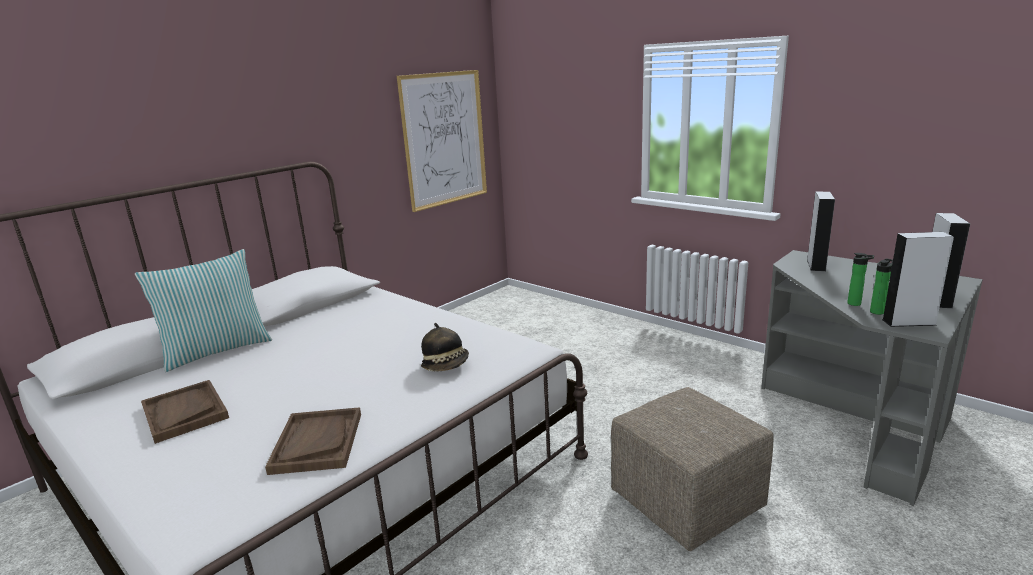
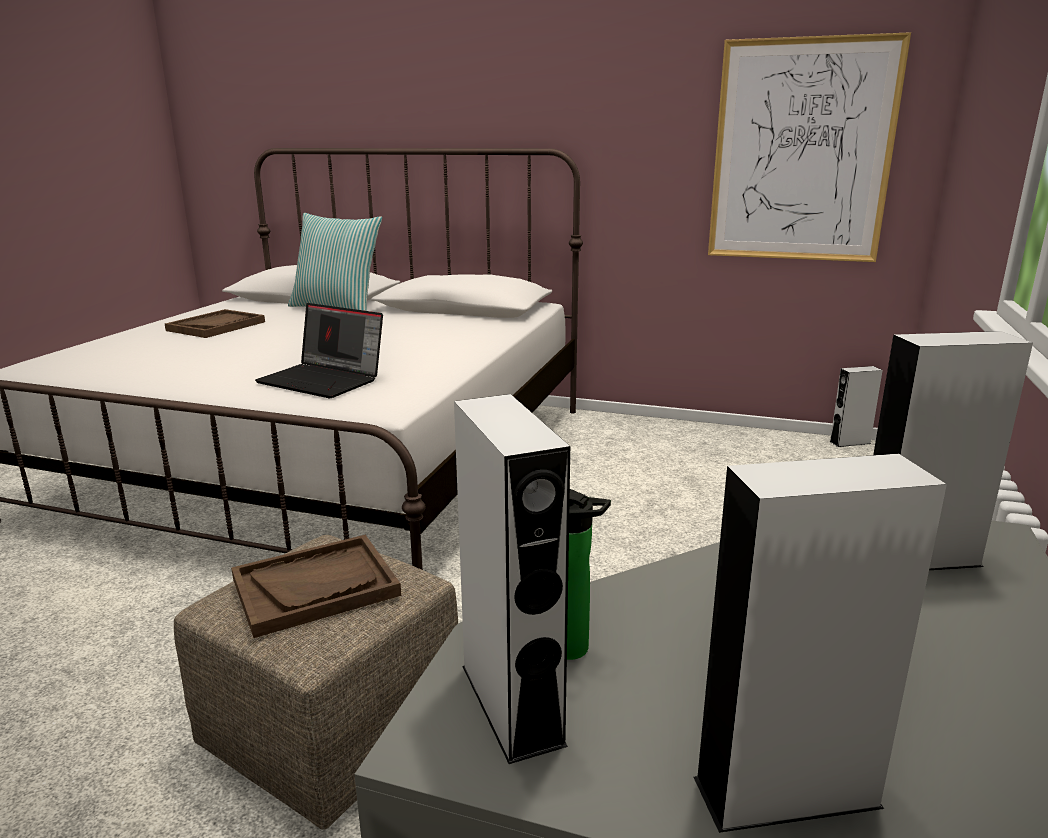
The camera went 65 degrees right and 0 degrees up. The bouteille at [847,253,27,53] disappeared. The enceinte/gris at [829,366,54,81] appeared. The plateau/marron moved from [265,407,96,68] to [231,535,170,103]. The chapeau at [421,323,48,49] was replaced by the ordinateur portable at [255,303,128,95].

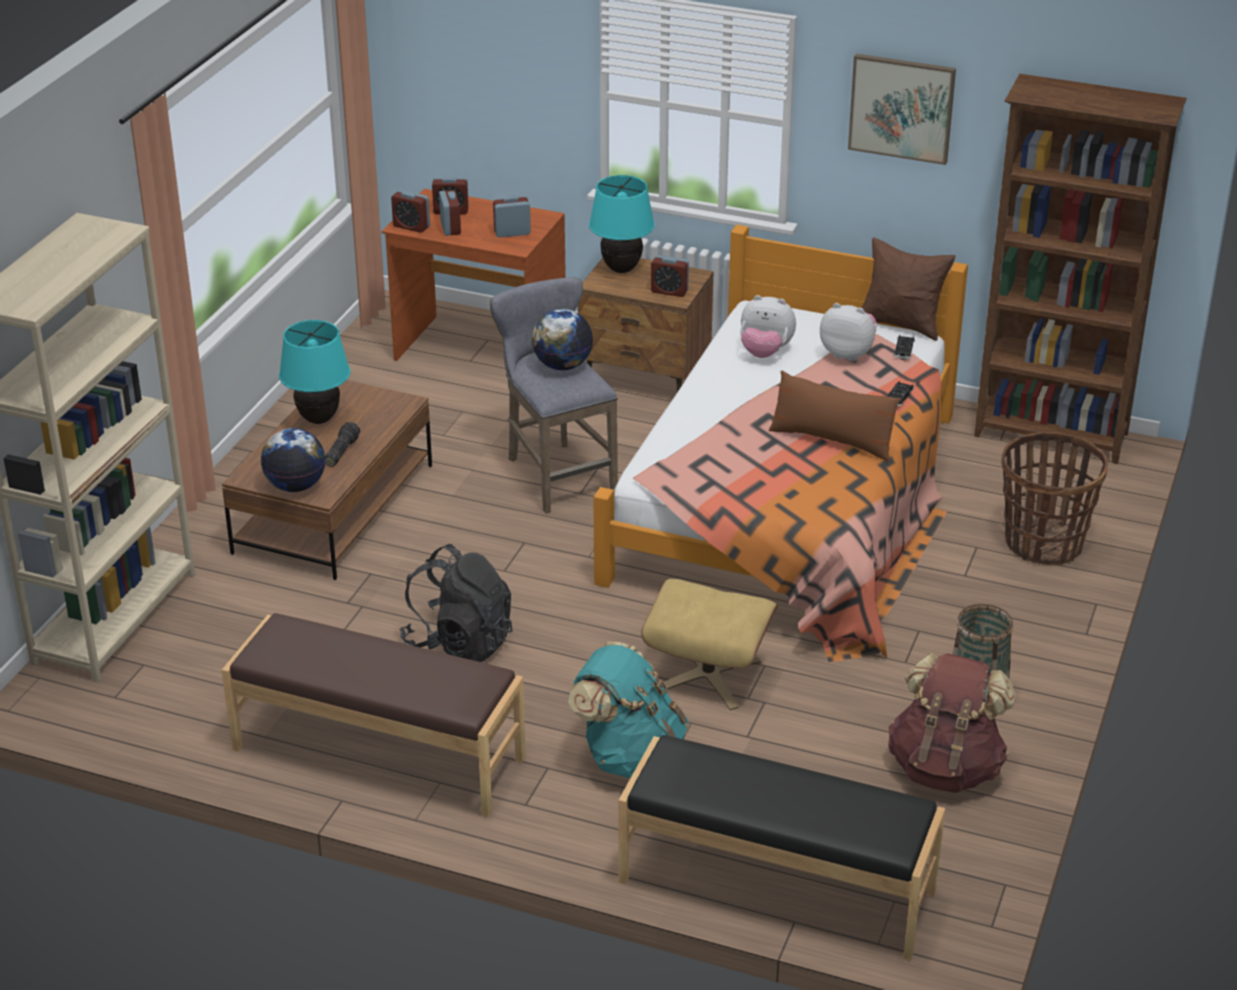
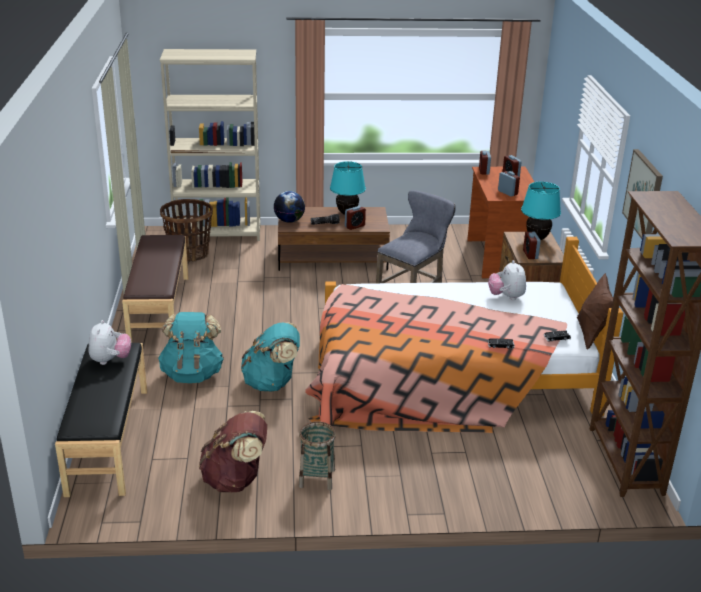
The camera went 65 degrees right and 5 degrees down. The sac à dos/noir at [400,544,113,118] disappeared. The globe at [532,309,61,61] disappeared. The coussin/marron at [769,370,132,91] disappeared. The réveil moved from [439,190,22,46] to [345,206,21,24]. The peluche moved from [820,303,57,58] to [89,320,42,45]. The panier moved from [1001,432,107,133] to [160,199,53,63]. The pouf/beige at [641,579,137,131] was replaced by the sac à dos/turquoise at [241,322,59,69].

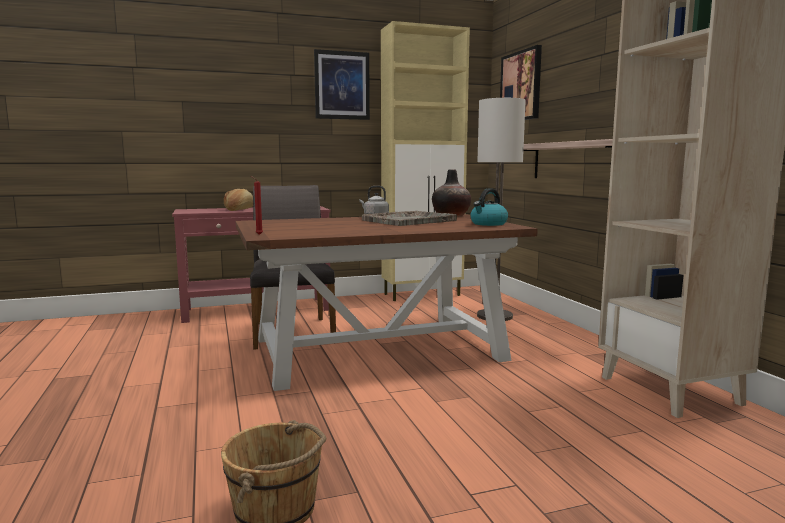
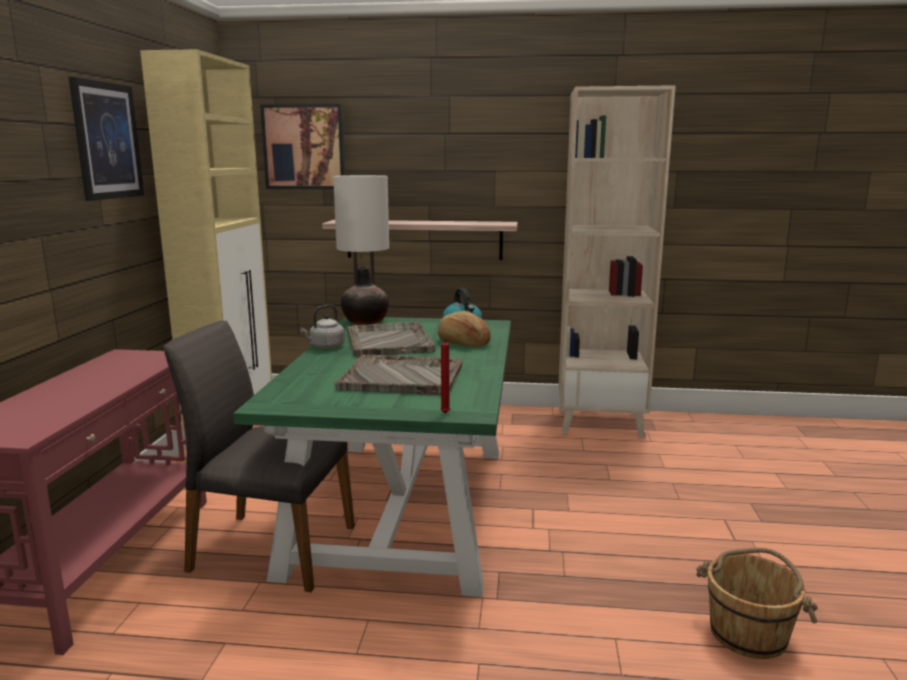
The camera went 65 degrees left and 5 degrees up. The plateau/gris at [335,354,128,41] appeared. The pain moved from [224,189,29,22] to [438,311,53,36]. The table à manger/marron at [236,214,302,177] became the table à manger/vert at [233,317,278,280].

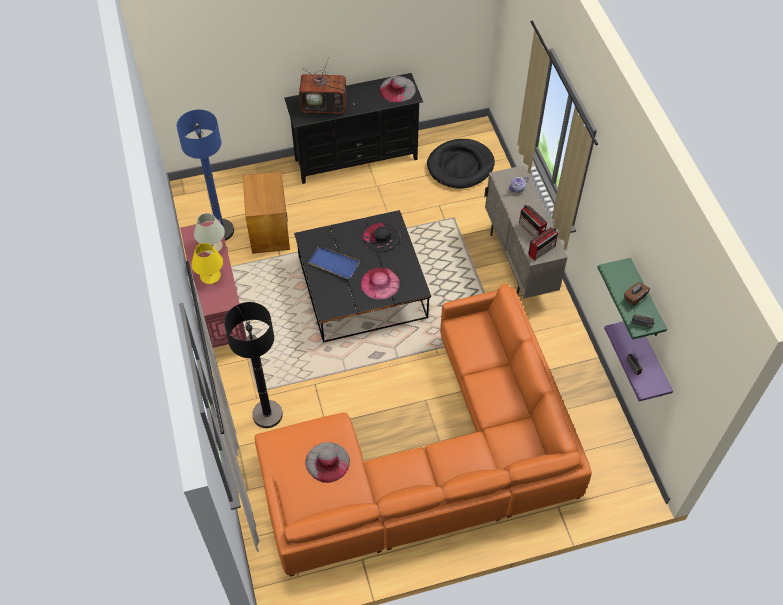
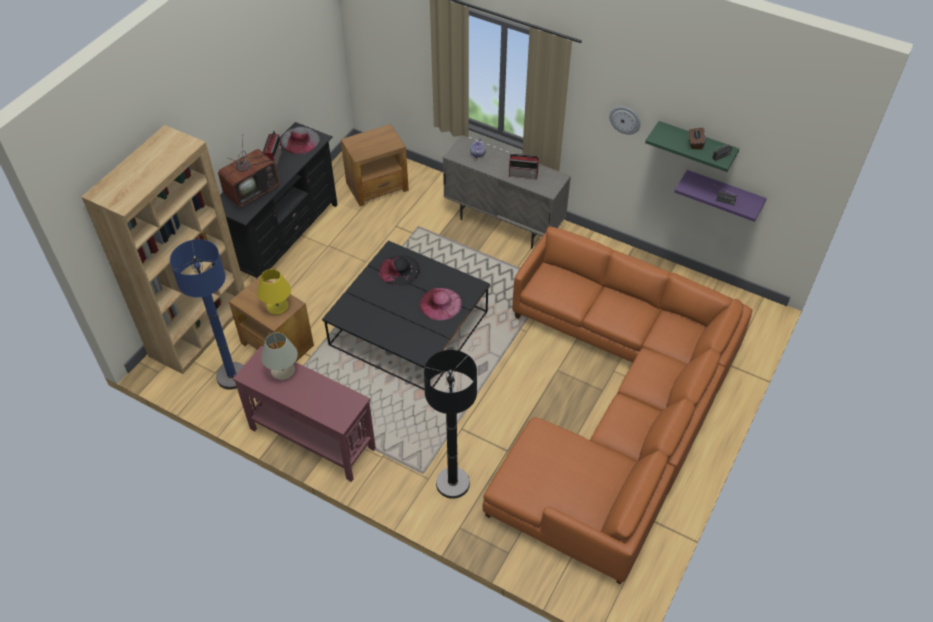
The camera went 45 degrees left and 5 degrees down. The chapeau/gris at [305,442,45,41] disappeared. The plateau/bleu at [308,246,52,34] disappeared. The bibliothèque/marron at [82,125,163,249] appeared. The horloge murale at [609,106,32,29] appeared. The lampe de table/jaune moved from [191,243,32,41] to [257,269,34,46]. The radio moved from [528,227,30,34] to [263,131,19,37]. The panier pour chien/noir at [427,139,68,50] was replaced by the table d'appoint/marron at [341,124,68,82].

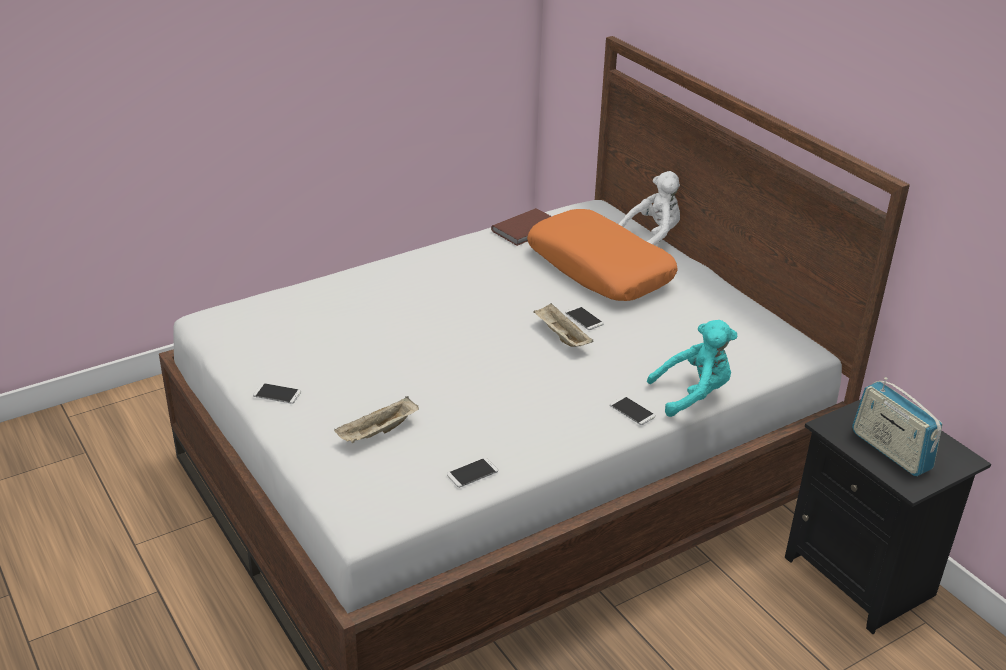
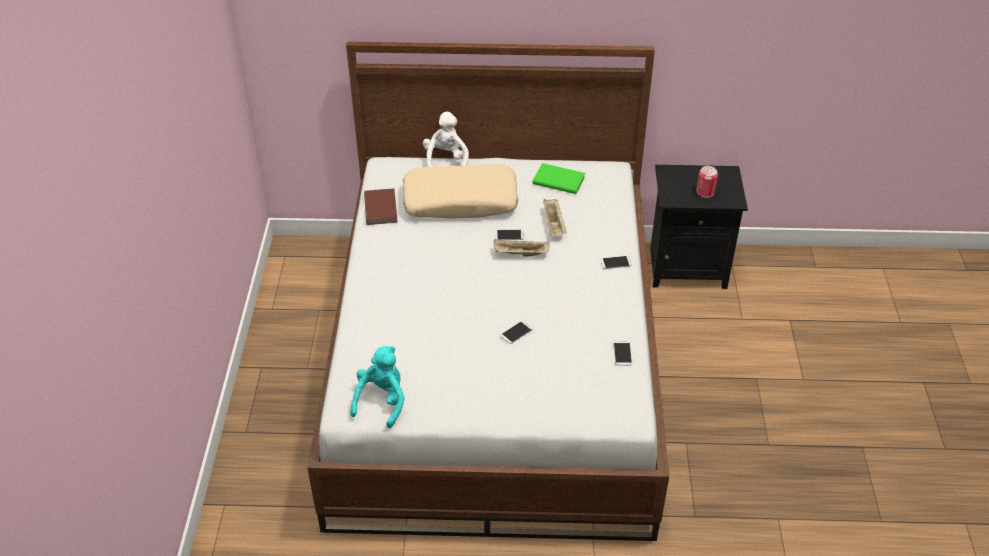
The camera went 55 degrees left and 10 degrees up. The livre/vert at [532,163,53,31] appeared. The téléphone moved from [253,383,48,21] to [500,321,33,23]. The plateau/beige moved from [334,396,85,47] to [543,199,24,37]. The peluche/turquoise moved from [647,320,90,97] to [350,346,55,82]. The radio at [852,377,91,99] was replaced by the boîte métallique at [696,166,22,32]. The coussin/orange at [527,209,151,92] became the coussin/beige at [403,164,115,55].

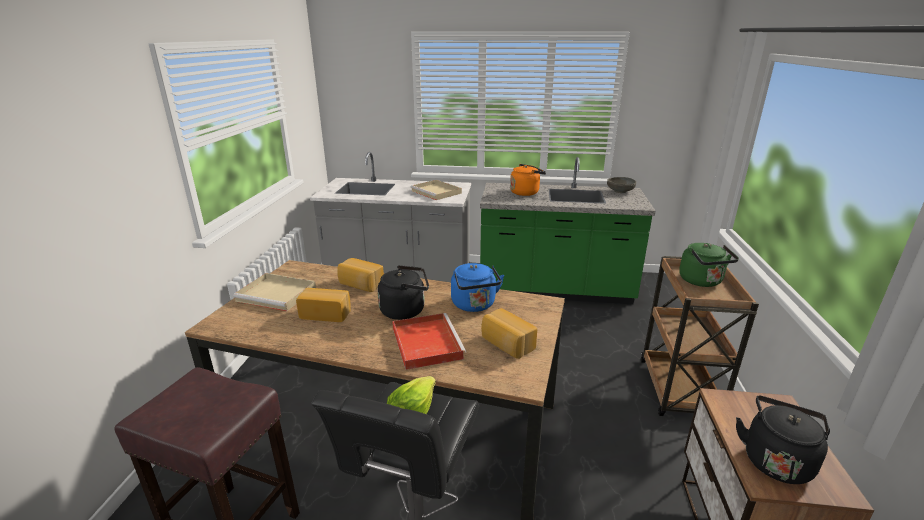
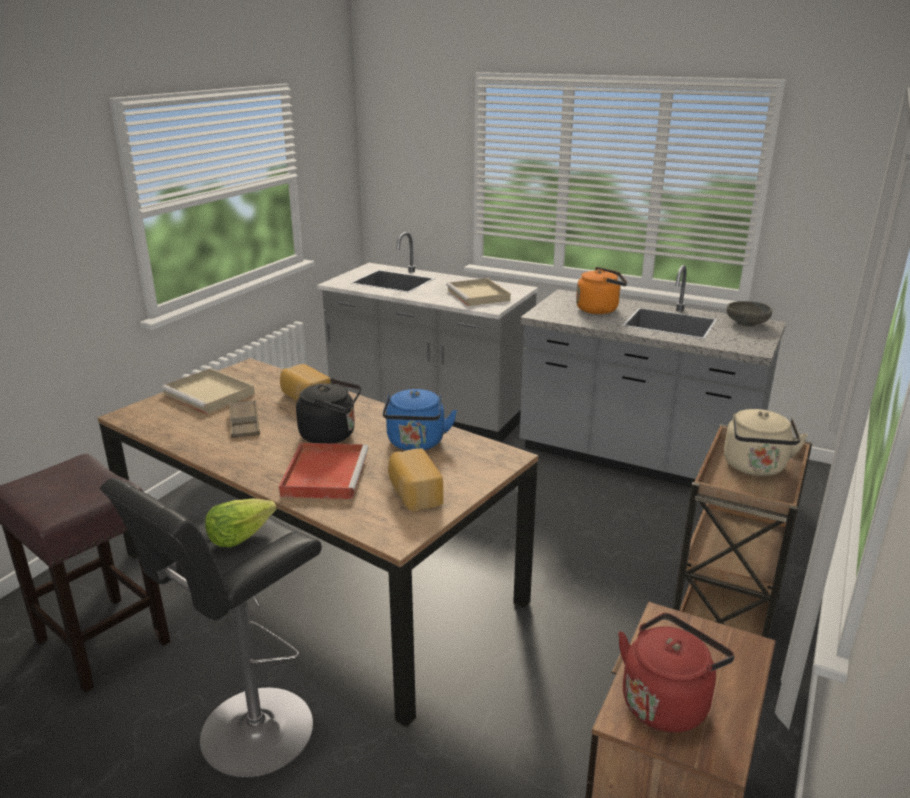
The camera went 20 degrees right and 0 degrees up. The pain at [296,288,55,34] was replaced by the plateau/marron at [229,400,31,38]. The comptoir de cuisine/vert at [480,157,176,148] became the comptoir de cuisine/gris at [519,265,267,222]. The bouilloire/vert at [679,243,60,44] became the bouilloire/beige at [724,409,84,67]. The bouilloire/noir at [736,396,94,88] became the bouilloire/rouge at [618,613,116,120].

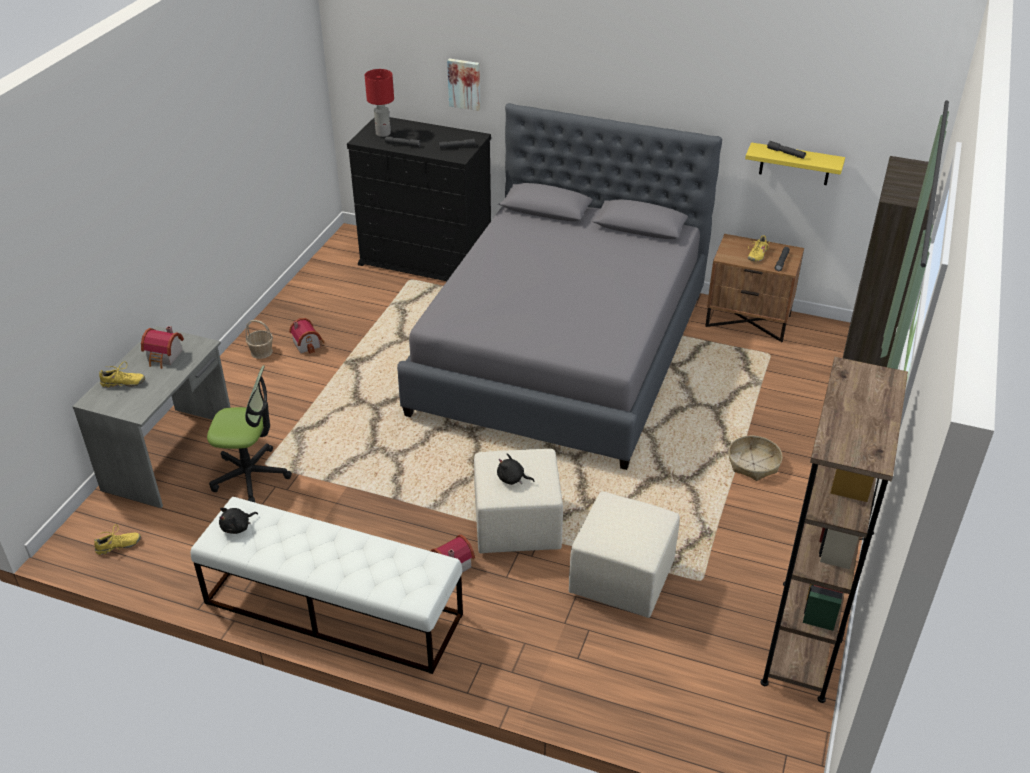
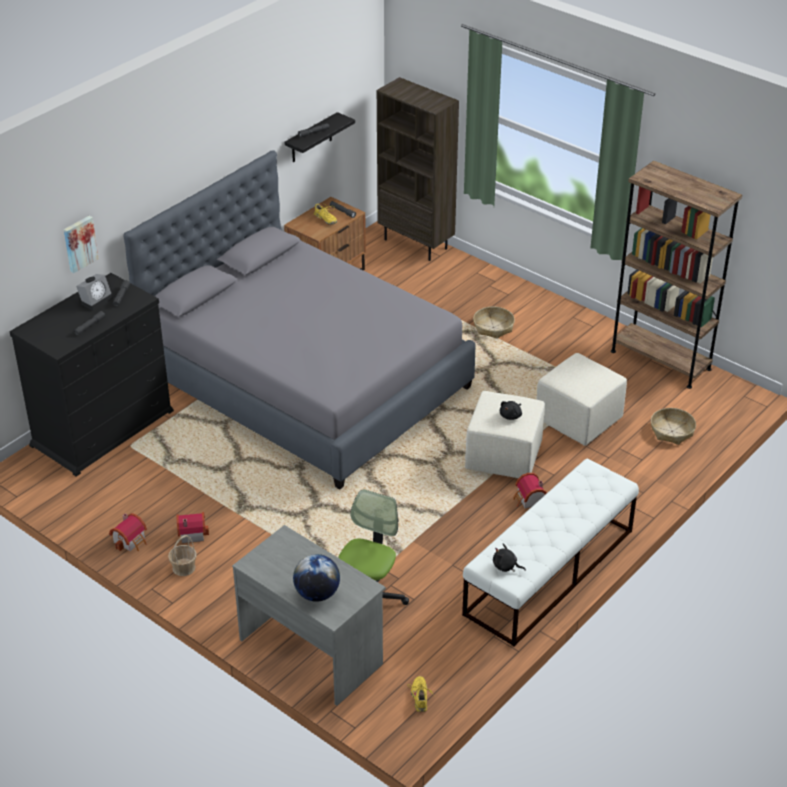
The camera went 70 degrees left and 0 degrees up. The lampe de table/rouge at [365,69,29,68] disappeared. The réveil at [76,274,37,37] appeared. The panier at [651,408,45,37] appeared. The maison miniature moved from [141,326,43,43] to [109,513,38,38]. The chaussure/jaune at [99,361,46,27] was replaced by the globe at [293,554,47,48]. The étagère/jaune at [745,142,100,43] became the étagère/noir at [285,112,70,50]. The peluche/noir at [219,508,39,26] turned 135 degrees clockwise.

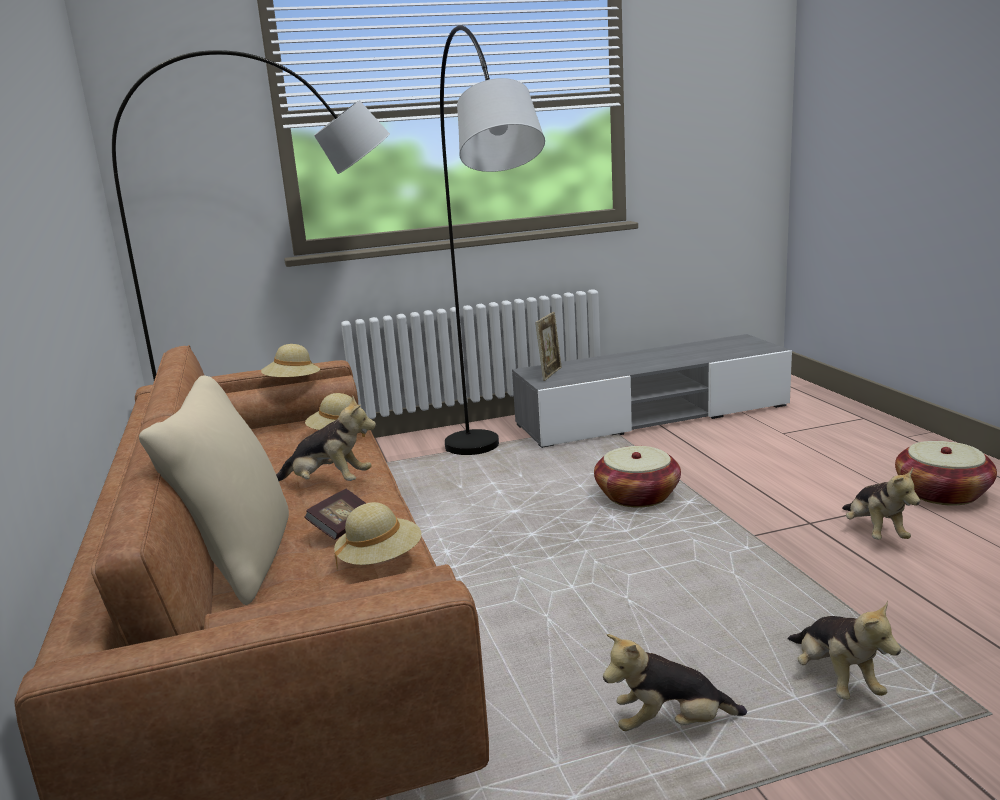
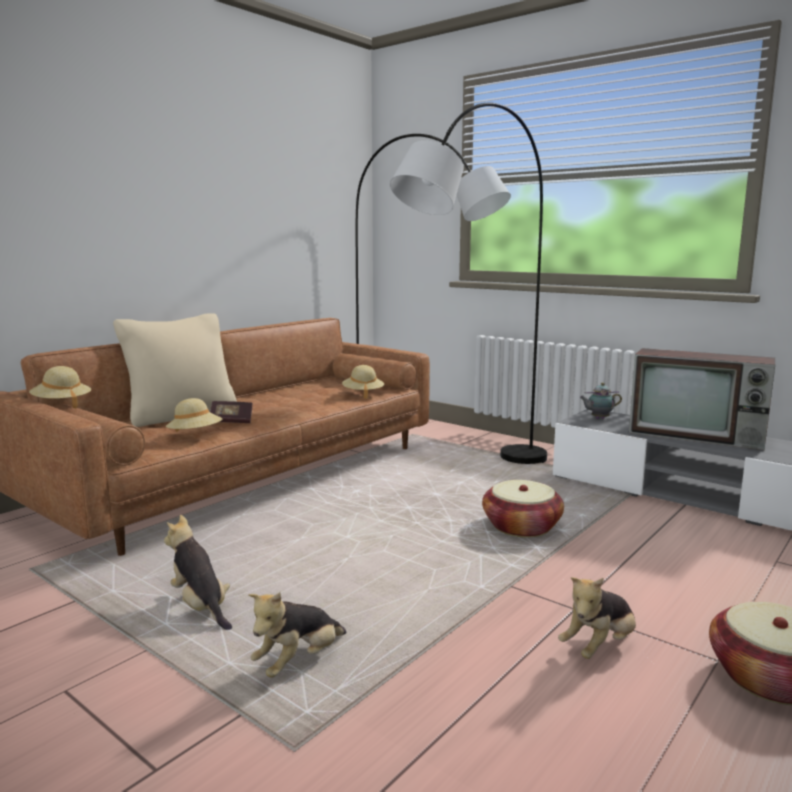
The camera went 55 degrees right and 5 degrees down. The peluche at [276,396,100,85] disappeared. The téléviseur at [629,348,146,102] appeared. The chapeau/beige moved from [261,344,61,33] to [29,366,62,42]. The cadre photo at [535,312,27,69] was replaced by the théière at [579,382,43,37].

